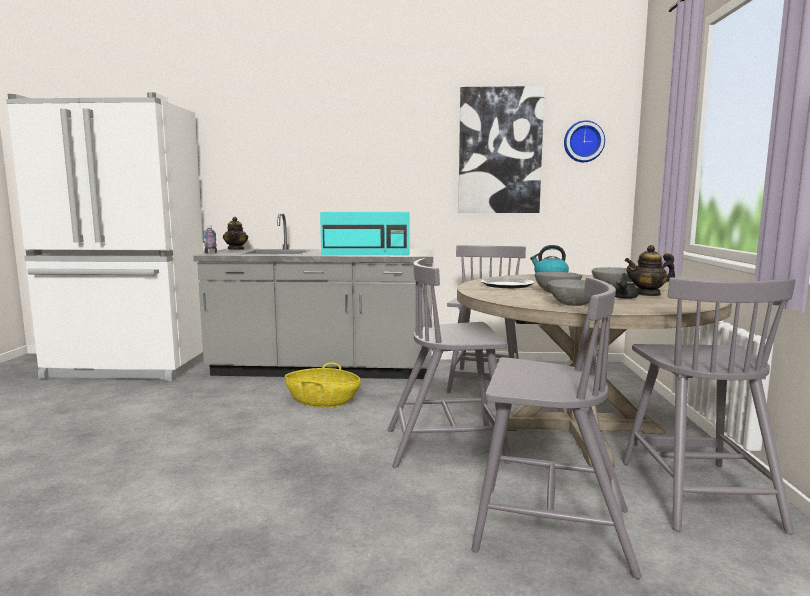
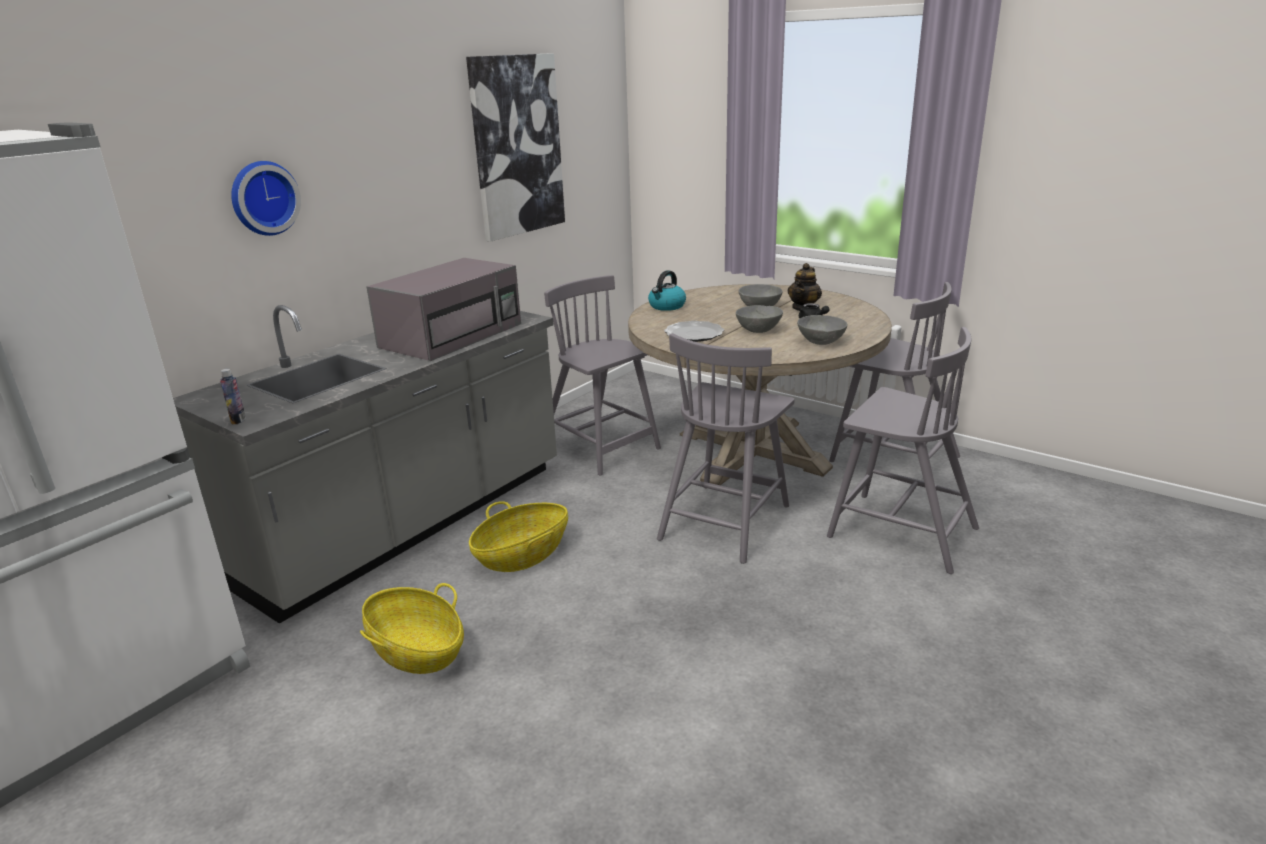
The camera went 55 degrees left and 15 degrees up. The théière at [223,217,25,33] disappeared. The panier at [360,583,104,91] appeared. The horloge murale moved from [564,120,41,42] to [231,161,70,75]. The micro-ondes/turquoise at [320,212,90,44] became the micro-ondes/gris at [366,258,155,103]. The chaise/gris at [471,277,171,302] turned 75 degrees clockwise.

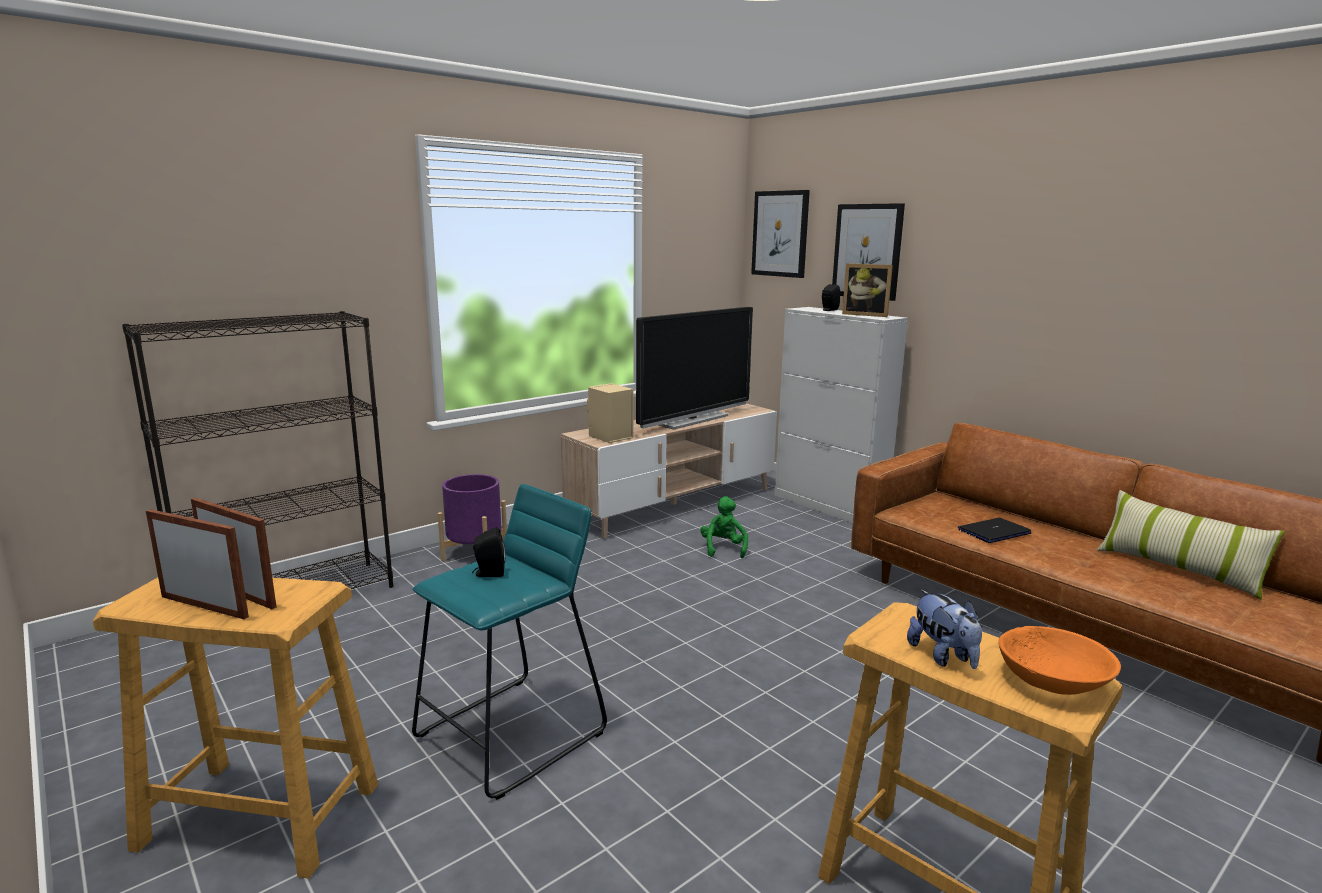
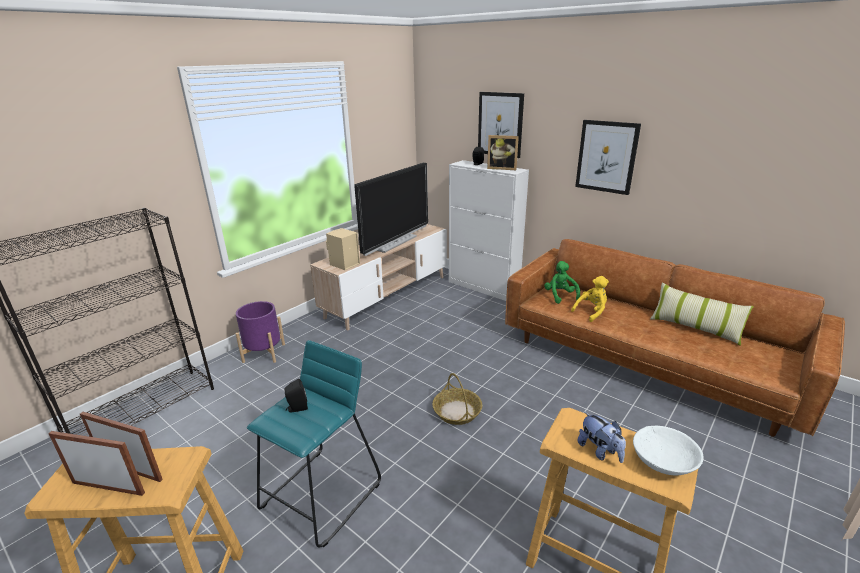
The camera went 10 degrees left and 10 degrees up. The panier at [432,373,50,52] appeared. The peluche/vert moved from [700,496,48,62] to [544,261,36,43]. The tableau moved from [751,190,59,88] to [575,120,66,75]. The ordinateur portable at [958,518,74,25] was replaced by the peluche/jaune at [571,276,38,46]. The bol/orange at [998,626,123,69] became the bol/blanc at [633,426,70,50].

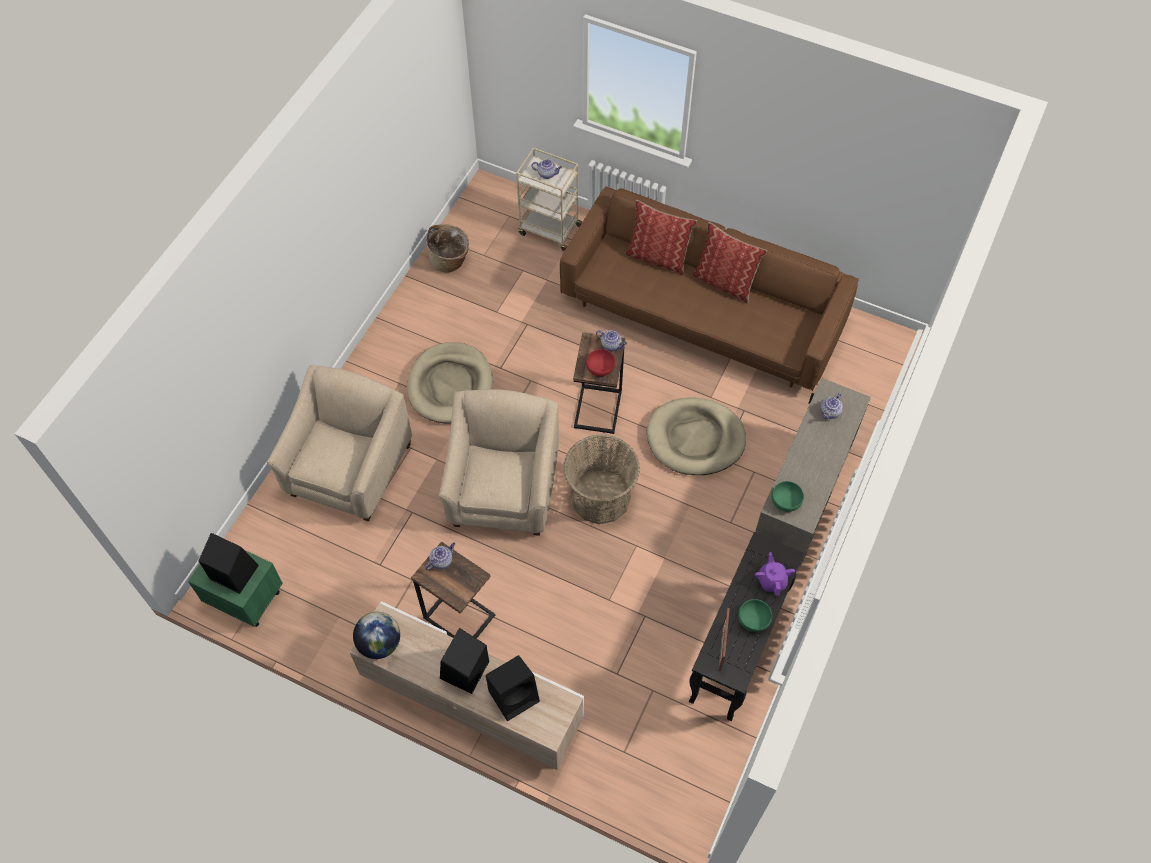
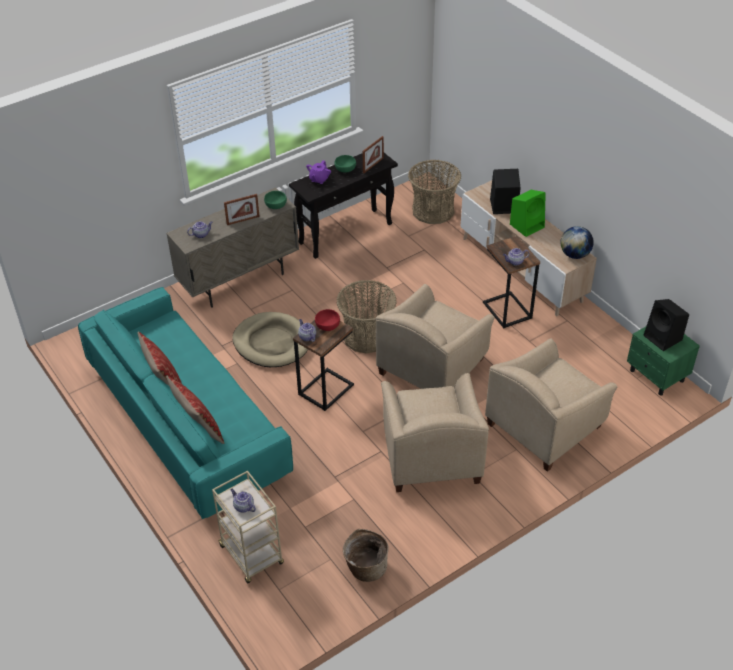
The camera went 150 degrees left and 15 degrees down. The cadre photo at [224,194,36,31] appeared. The panier at [408,160,53,64] appeared. The panier pour chien/beige at [407,342,86,82] was replaced by the fauteuil/beige at [381,373,108,119]. The enceinte/noir at [440,628,49,66] became the enceinte/vert at [510,190,36,47]. The canapé/marron at [560,186,299,205] became the canapé/turquoise at [78,287,215,232].

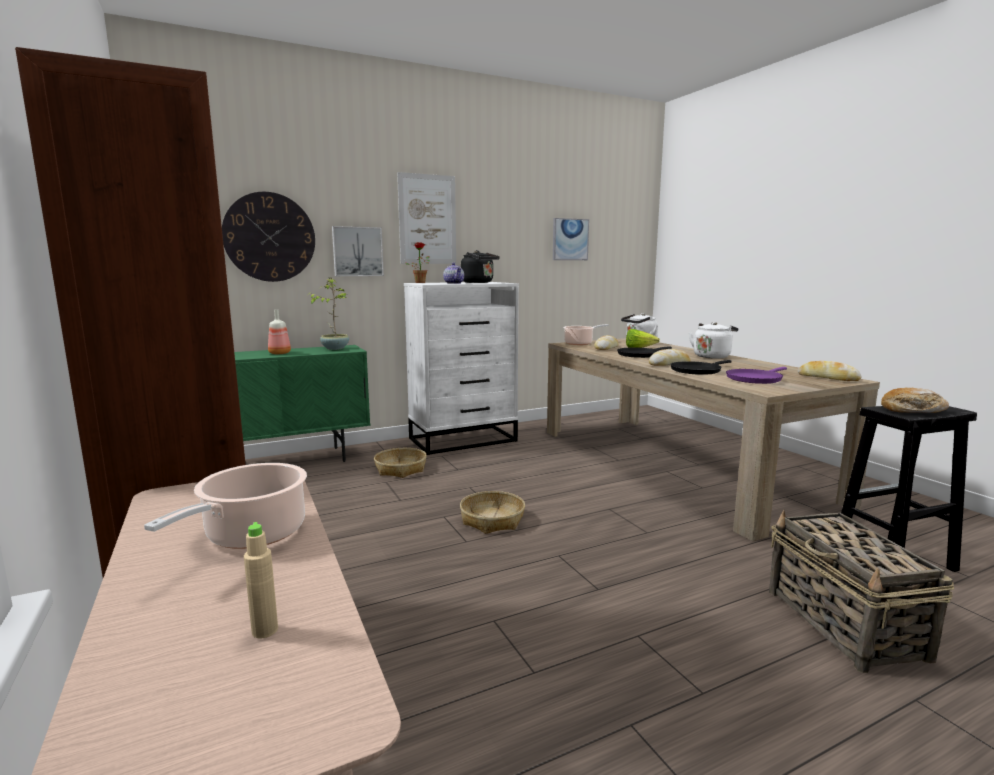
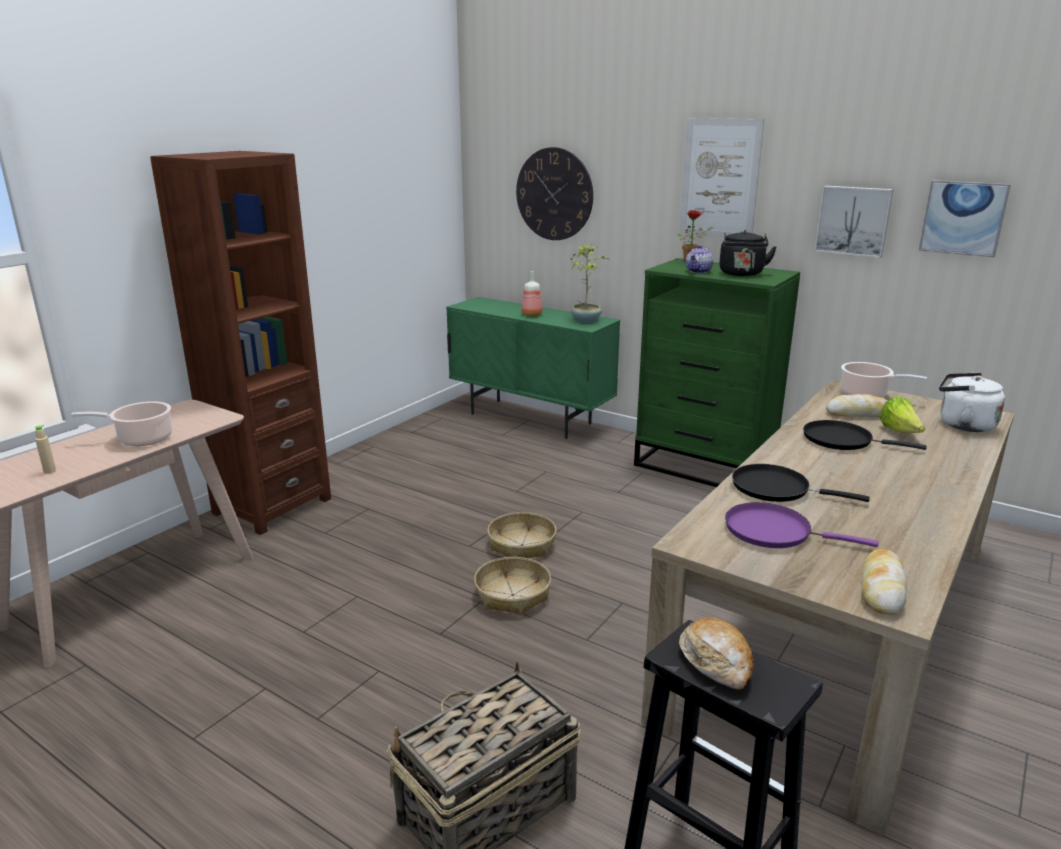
The camera went 60 degrees right and 10 degrees up. The pain at [649,349,42,17] disappeared. The bouilloire/blanc at [689,322,49,37] disappeared. The tableau moved from [332,226,52,50] to [814,186,80,72]. The panier moved from [374,448,53,30] to [474,557,77,59]. The commode/blanc at [404,282,115,173] became the commode/vert at [634,258,166,229].

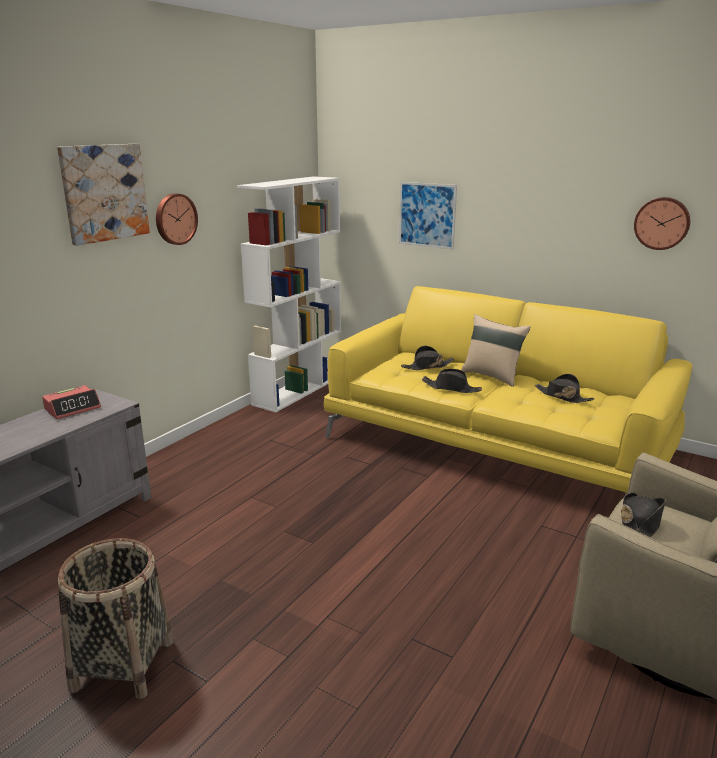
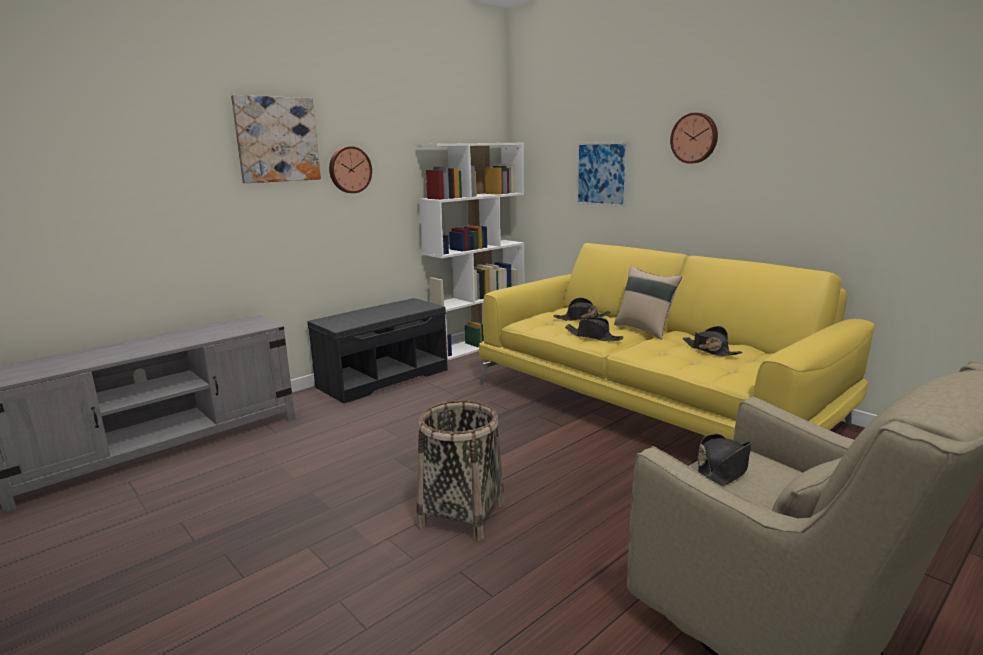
The camera went 15 degrees right and 5 degrees down. The réveil at [42,385,59,34] disappeared. The banc/gris at [307,298,141,106] appeared. The panier moved from [58,538,115,161] to [417,400,88,141]. The horloge murale moved from [634,197,56,53] to [670,113,48,51].

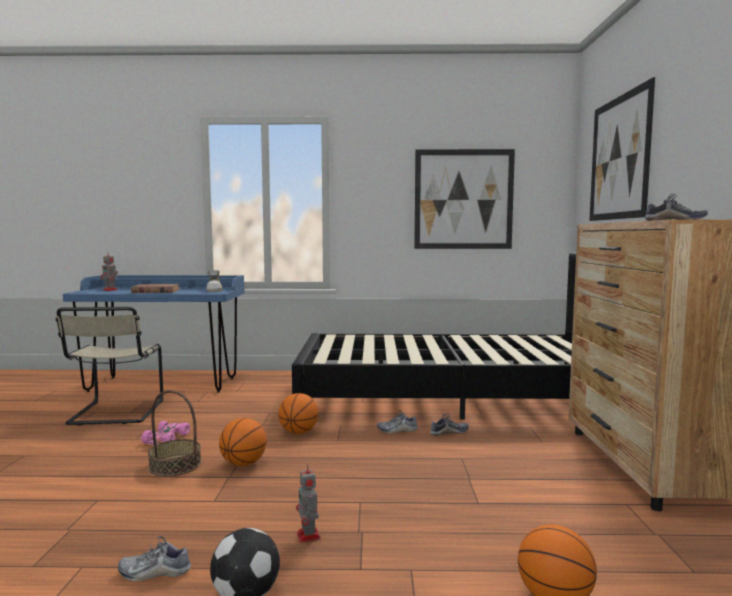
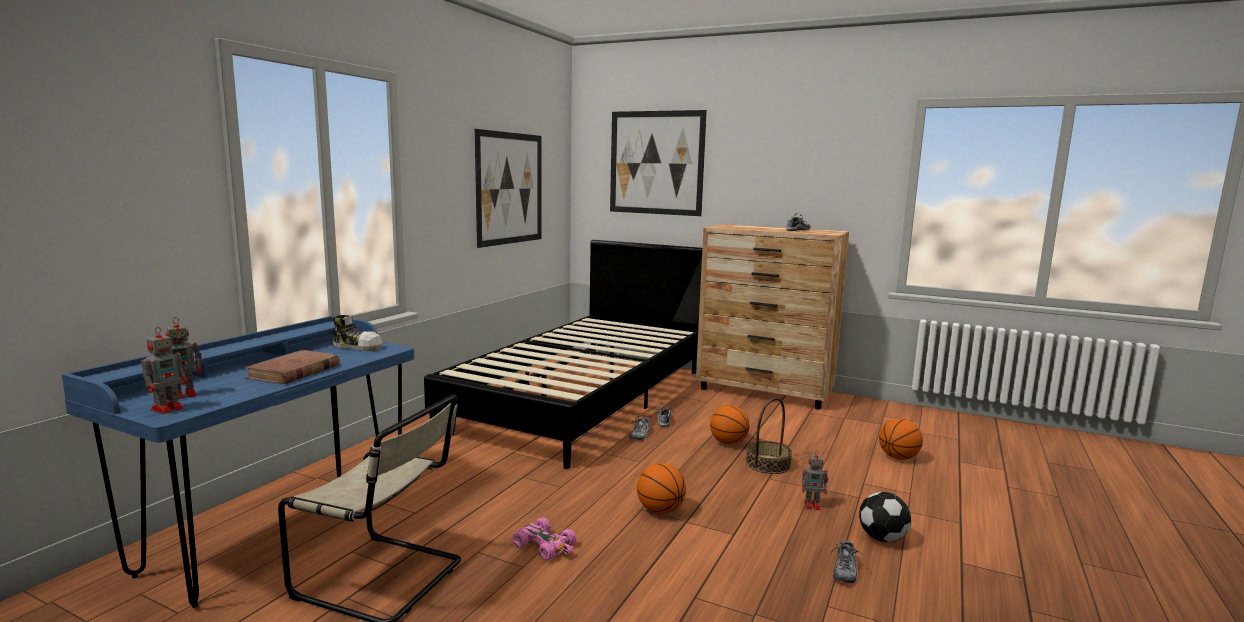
The camera went 65 degrees left and 5 degrees up. The robot jouet at [141,327,46,87] appeared. The panier moved from [148,390,53,86] to [746,398,46,76]. The ballon de basket moved from [278,393,41,41] to [710,405,40,40].

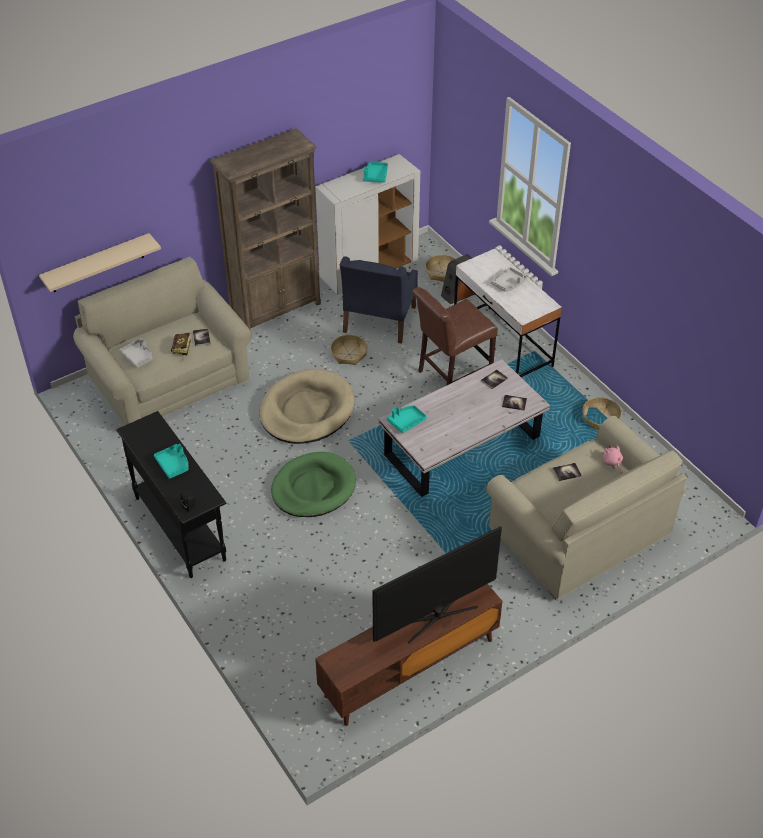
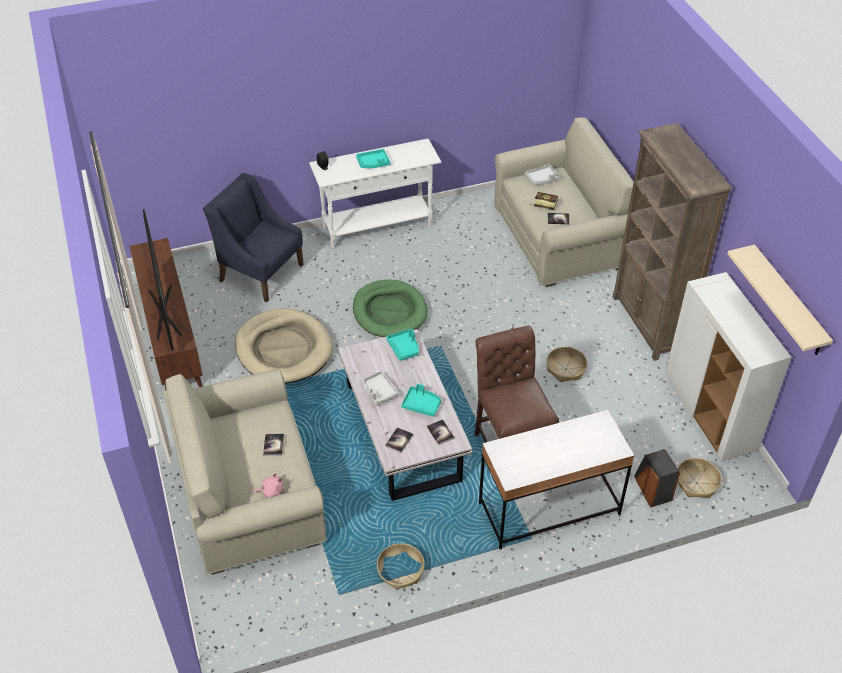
The camera went 105 degrees right and 0 degrees up. The étagère/beige moved from [39,233,122,59] to [727,245,106,110]. The panier pour chien/beige moved from [259,369,95,75] to [235,308,98,75]. The fauteuil/bleu moved from [340,257,78,87] to [203,173,101,129]. The plateau/turquoise moved from [363,162,25,21] to [401,383,40,34]. The plateau/gris moved from [491,267,36,25] to [363,371,36,35]. The table console/noir at [116,411,110,167] became the table console/blanc at [309,139,132,109].

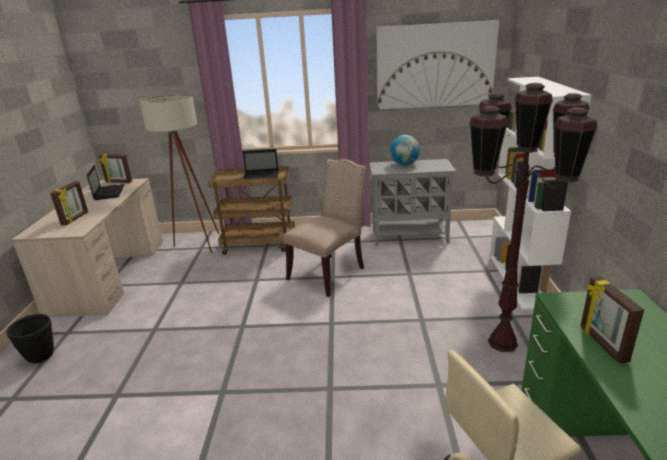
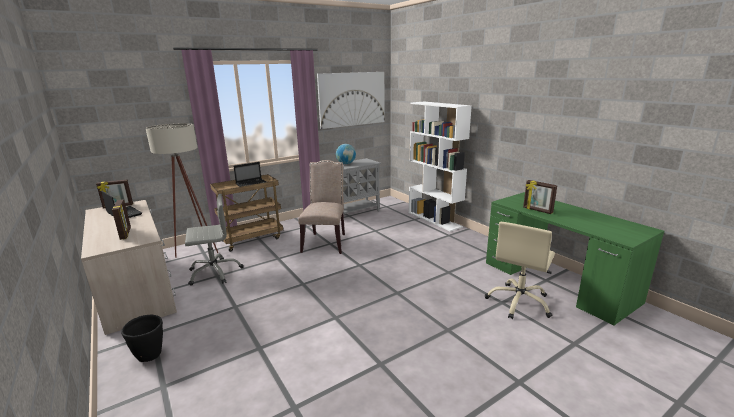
The camera went 35 degrees left and 5 degrees down. The lampadaire/marron at [469,83,129,269] disappeared. The chaise de bureau/gris at [185,194,58,92] appeared.

